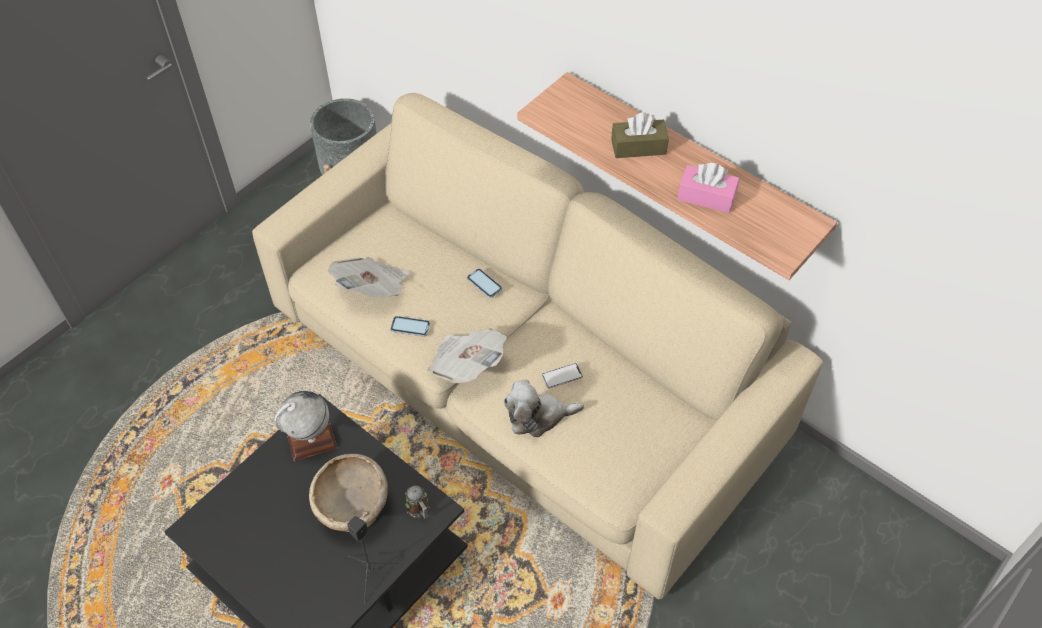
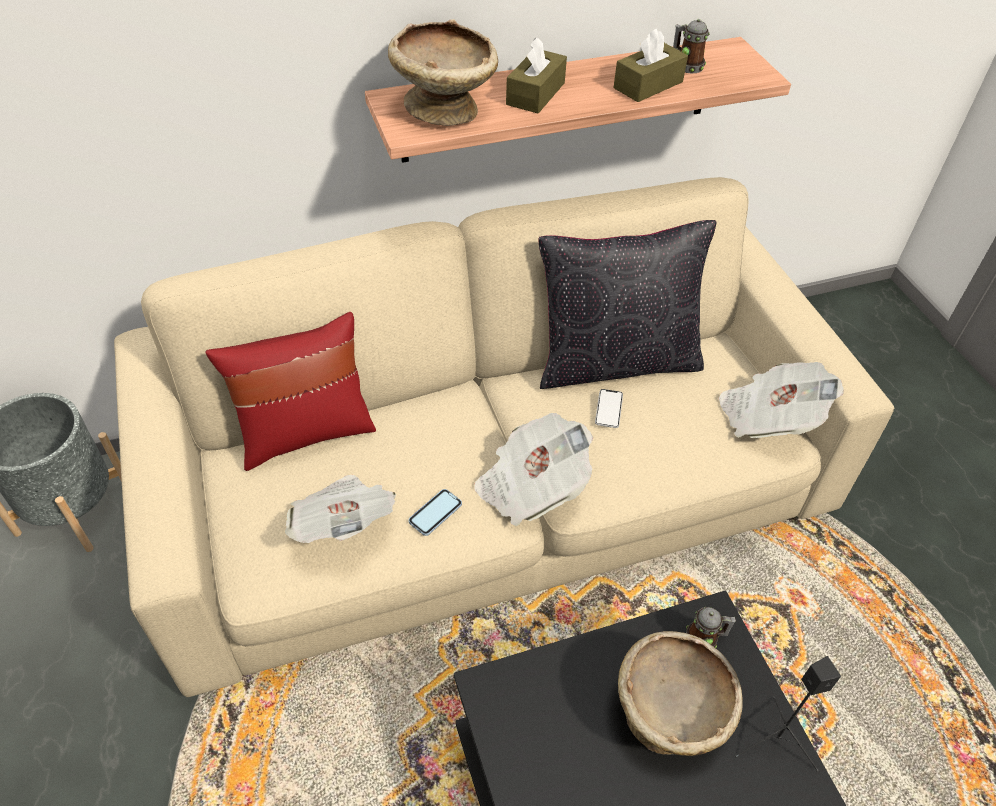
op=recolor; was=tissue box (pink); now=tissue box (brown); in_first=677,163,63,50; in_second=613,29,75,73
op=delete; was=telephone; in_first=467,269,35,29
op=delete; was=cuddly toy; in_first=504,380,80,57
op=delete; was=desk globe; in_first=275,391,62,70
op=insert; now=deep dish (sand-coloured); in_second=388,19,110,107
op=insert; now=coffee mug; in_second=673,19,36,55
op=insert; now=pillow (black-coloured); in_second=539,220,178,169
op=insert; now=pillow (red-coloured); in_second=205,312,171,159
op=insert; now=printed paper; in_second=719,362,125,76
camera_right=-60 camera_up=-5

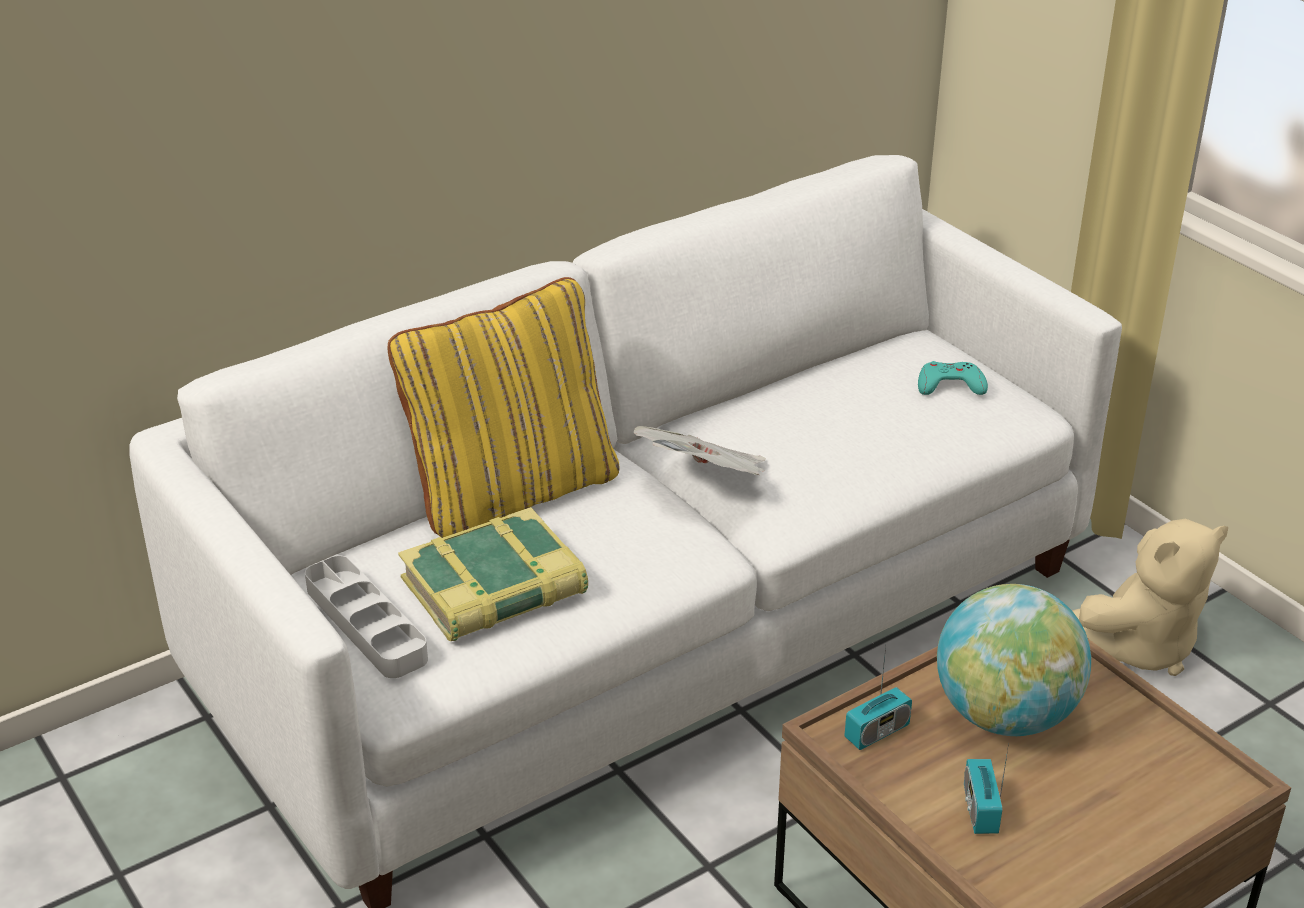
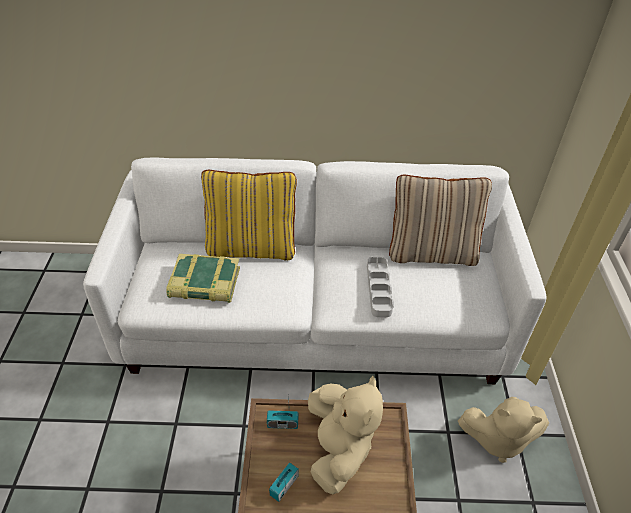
op=delete; was=joypad (turquoise-coloured); in_first=918,361,70,34
op=delete; was=printed paper; in_first=634,426,132,49
op=move; was=carrying tray (greyish); in_first=305,555,123,123; in_second=367,257,26,60
op=replace; was=desk globe; now=cuddly toy (sand-coloured); in_first=937,584,154,152; in_second=308,376,75,118
op=insert; now=pillow (sand-coloured); in_second=389,175,103,91
camera_right=35 camera_up=10

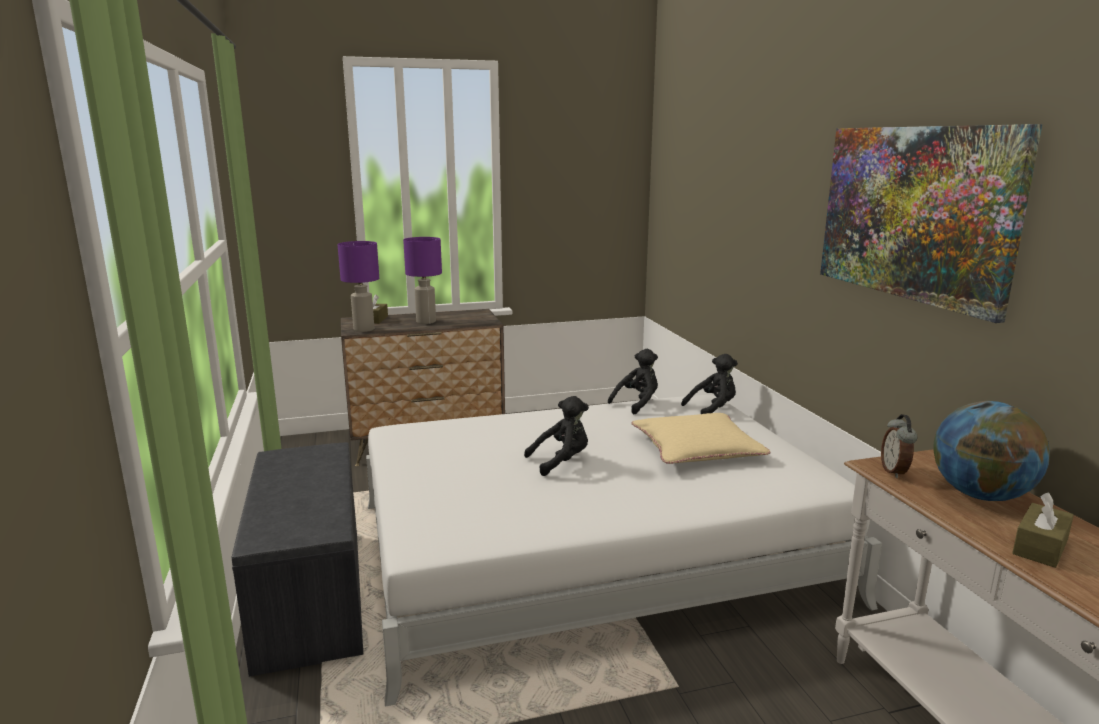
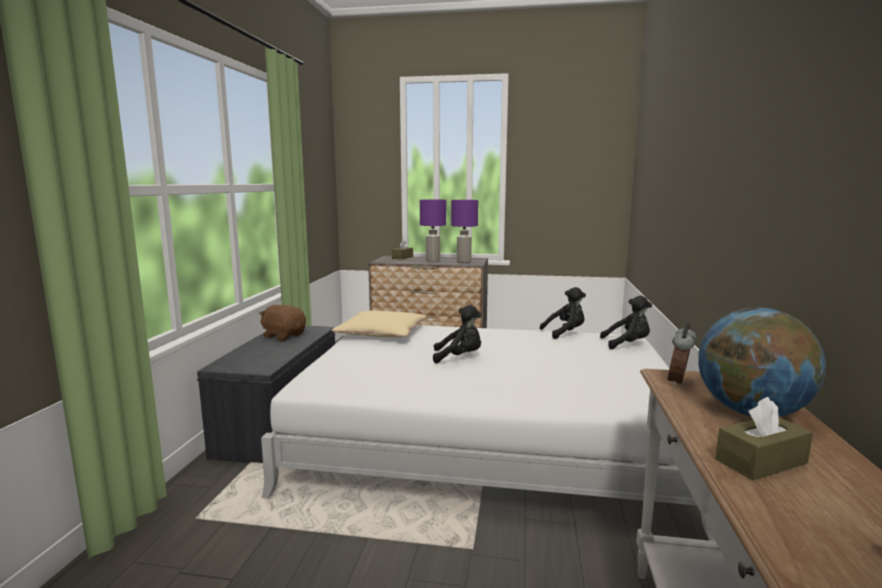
op=delete; was=wall art; in_first=820,124,222,199
op=move; was=table lamp (purple); in_first=338,241,41,91; in_second=451,200,27,63
op=move; was=pillow (sand-coloured); in_first=631,413,139,51; in_second=331,310,96,28
op=insert; now=cuddly toy (brown); in_second=259,305,47,36
camera_right=25 camera_up=-5

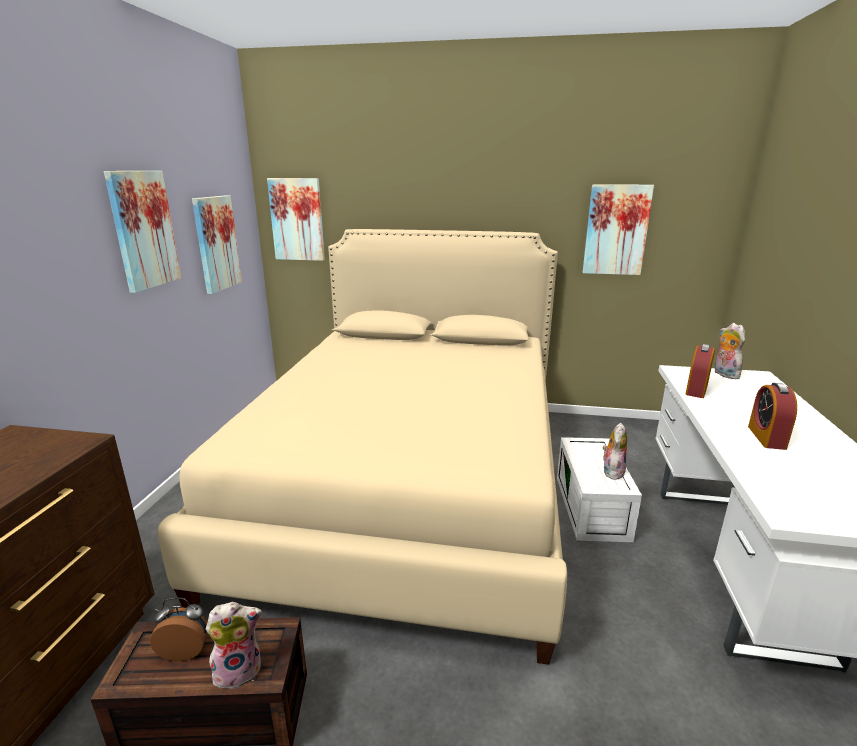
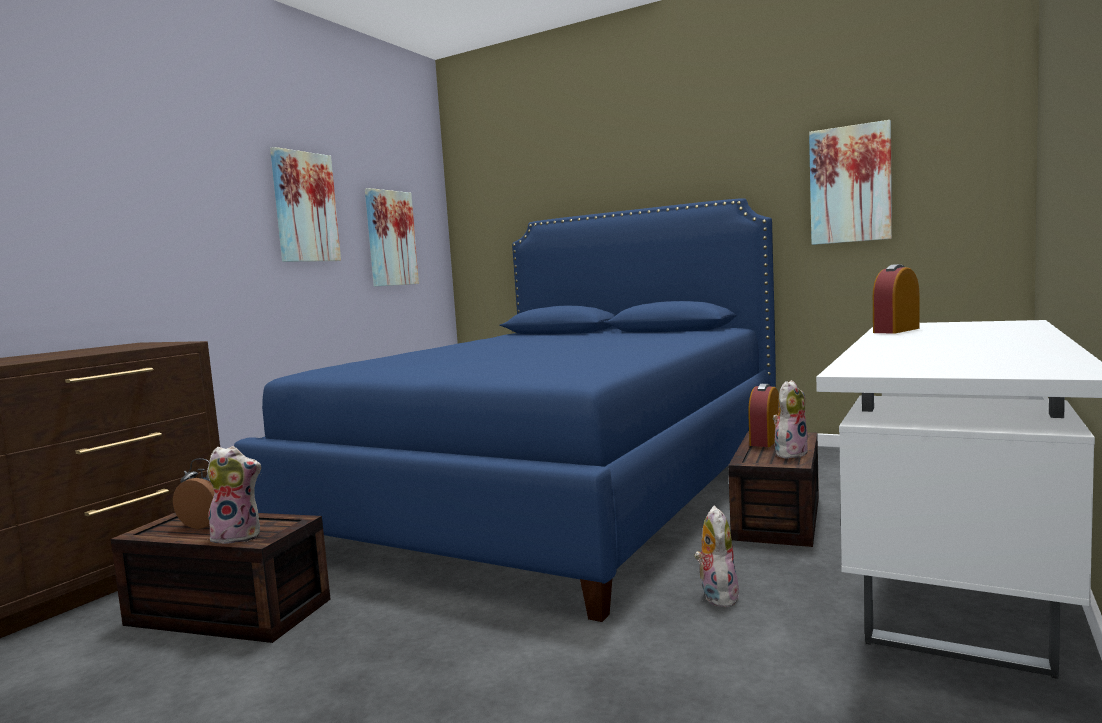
op=delete; was=wall art; in_first=267,178,58,83
op=recolor; was=bed (sand-coloured); now=bed (blue); in_first=158,229,409,436; in_second=234,198,542,424
op=move; was=cuddly toy; in_first=715,323,30,56; in_second=694,506,45,101
op=move; was=alarm clock; in_first=748,383,49,67; in_second=748,384,31,63
op=recolor; was=storage container (white); now=storage container (brown); in_first=557,437,85,105; in_second=728,431,91,116
camera_right=20 camera_up=-15

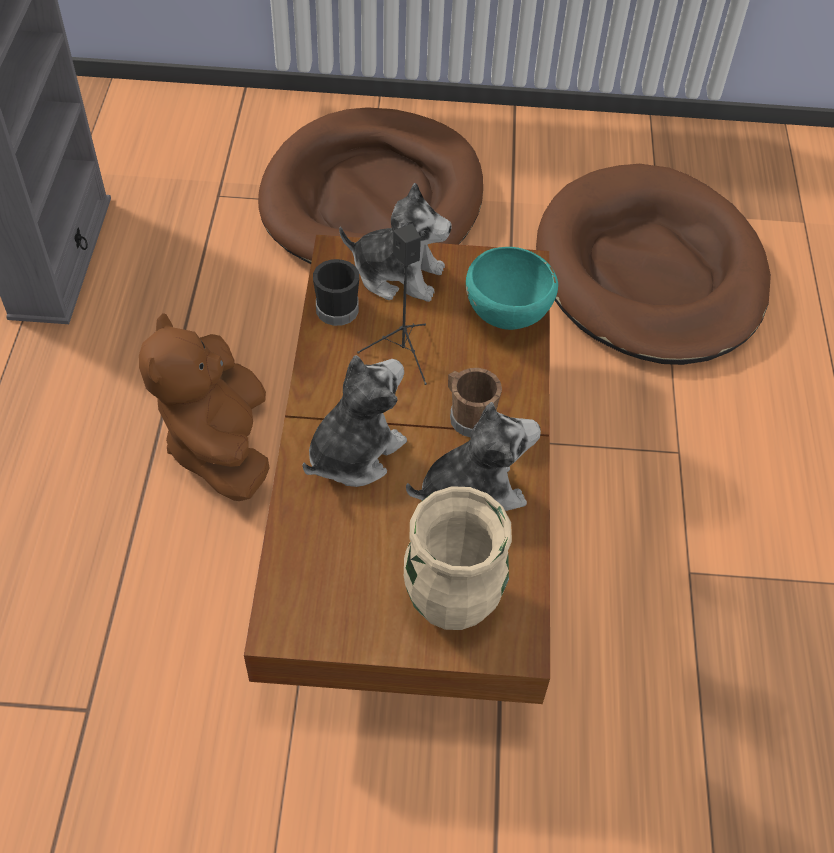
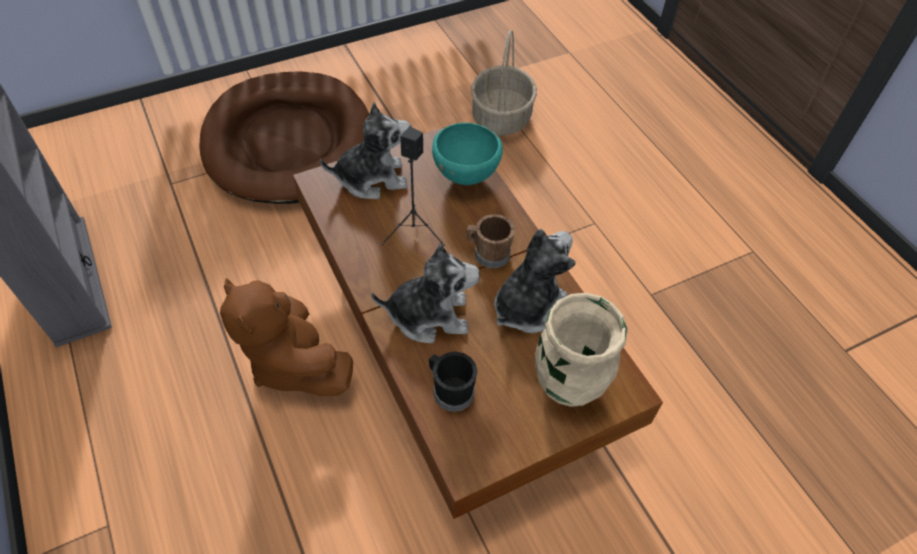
op=replace; was=dog bed (brown); now=basket; in_first=536,164,235,201; in_second=471,30,66,106
op=move; was=coffee mug (black-coloured); in_first=313,259,46,67; in_second=429,352,49,60
op=rotate; was=cuddly toy; in_first=303,355,104,132; in_second=371,243,109,100; clockwise=75
camera_right=-30 camera_up=0

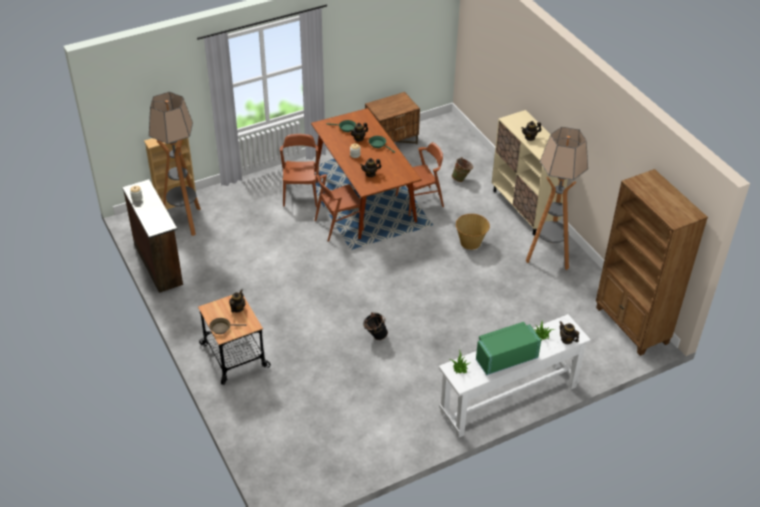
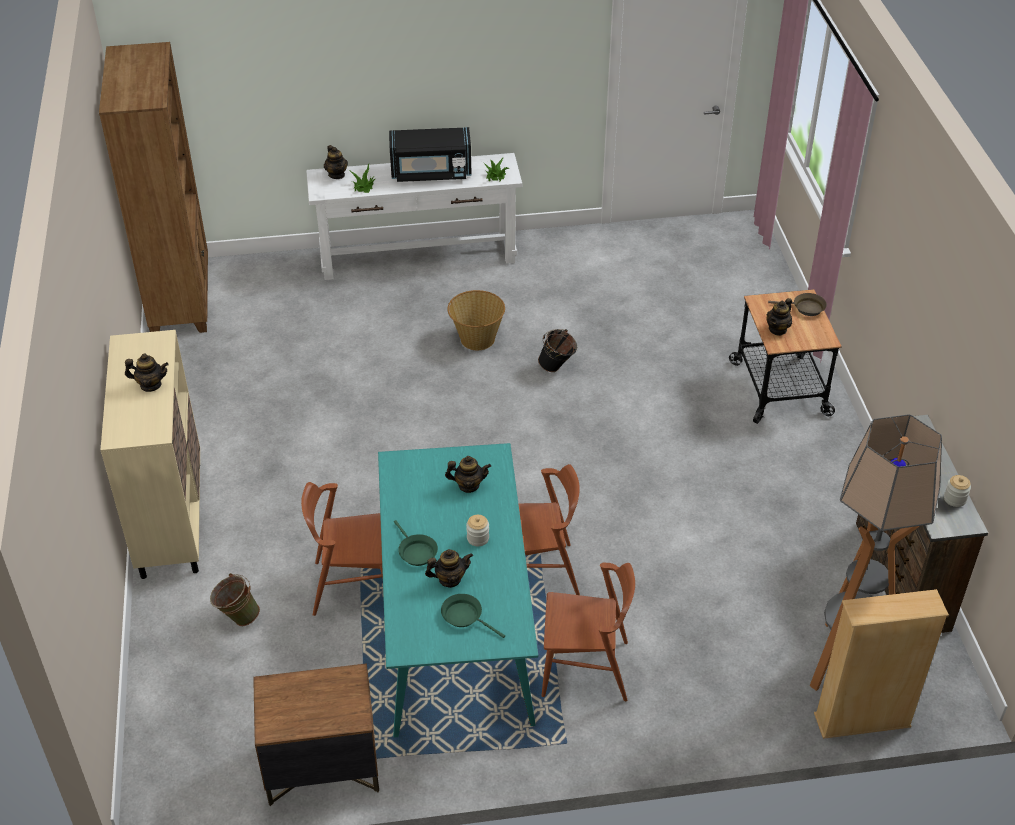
op=recolor; was=dinner table (brown); now=dinner table (turquoise-coloured); in_first=311,108,111,131; in_second=378,443,160,294
op=delete; was=standard lamp; in_first=526,127,62,143
op=rotate; was=plain chair (brown); in_first=280,134,39,73; in_second=542,563,93,138; clockwise=-105
op=move; was=basket; in_first=456,214,34,36; in_second=447,290,58,60
op=recolor; was=microwave oven (green); now=microwave oven (black-coloured); in_first=476,322,65,53; in_second=389,127,83,55
camera_right=-160 camera_up=0

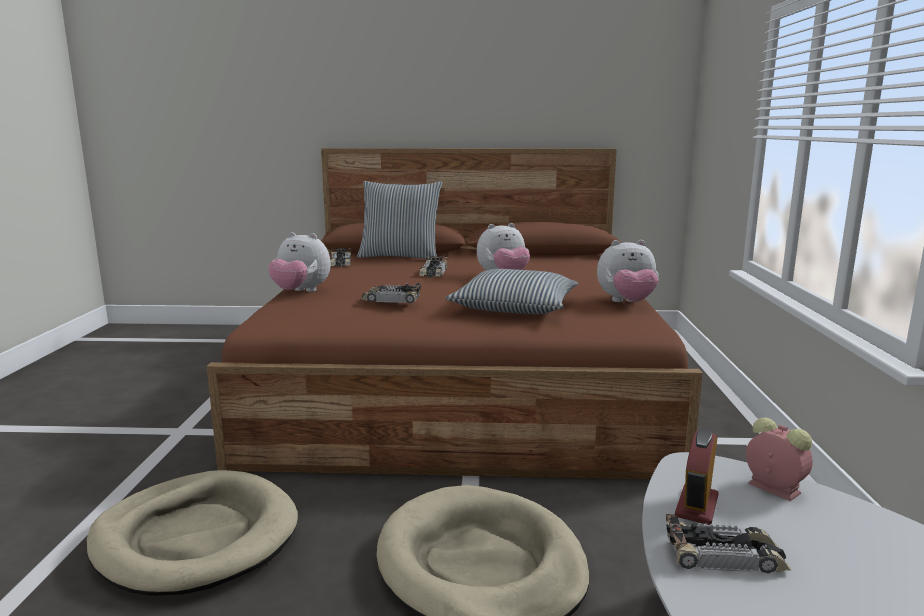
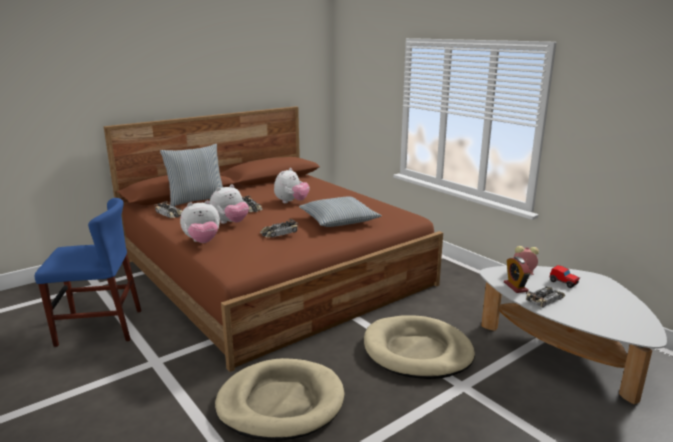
op=move; was=cuddly toy; in_first=597,240,62,62; in_second=210,184,39,40
op=insert; now=plain chair (blue); in_second=35,198,106,149
op=insert; now=toy car; in_second=550,265,30,23
camera_right=-40 camera_up=5

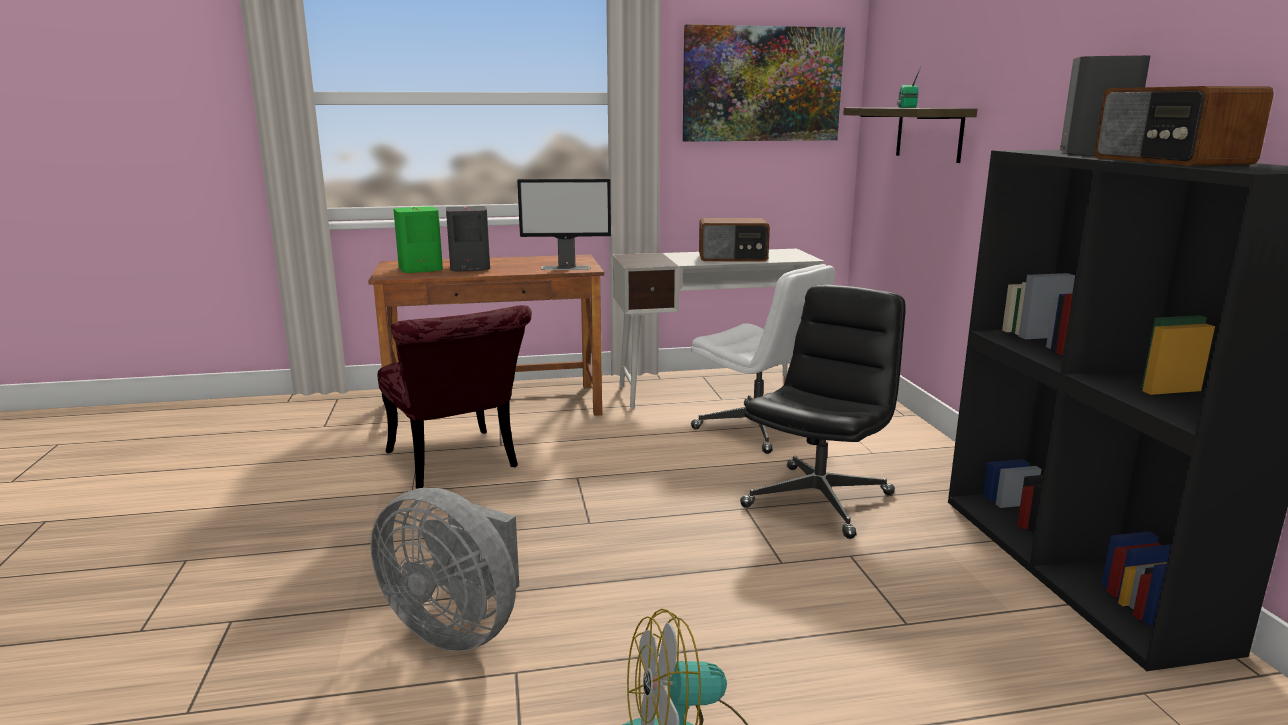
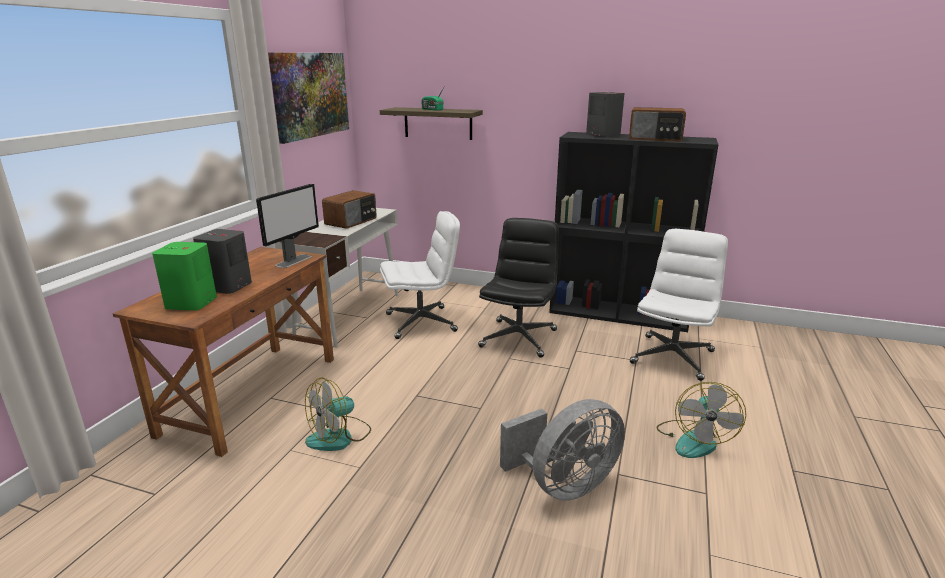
op=rotate; was=office chair (black-coloured); in_first=740,284,166,255; in_second=478,218,81,140; clockwise=45
op=replace; was=plain chair (red-coloured); now=cooling fan; in_first=377,305,155,184; in_second=305,377,66,74
op=insert; now=office chair (white); in_second=630,229,98,152
camera_right=-60 camera_up=5

